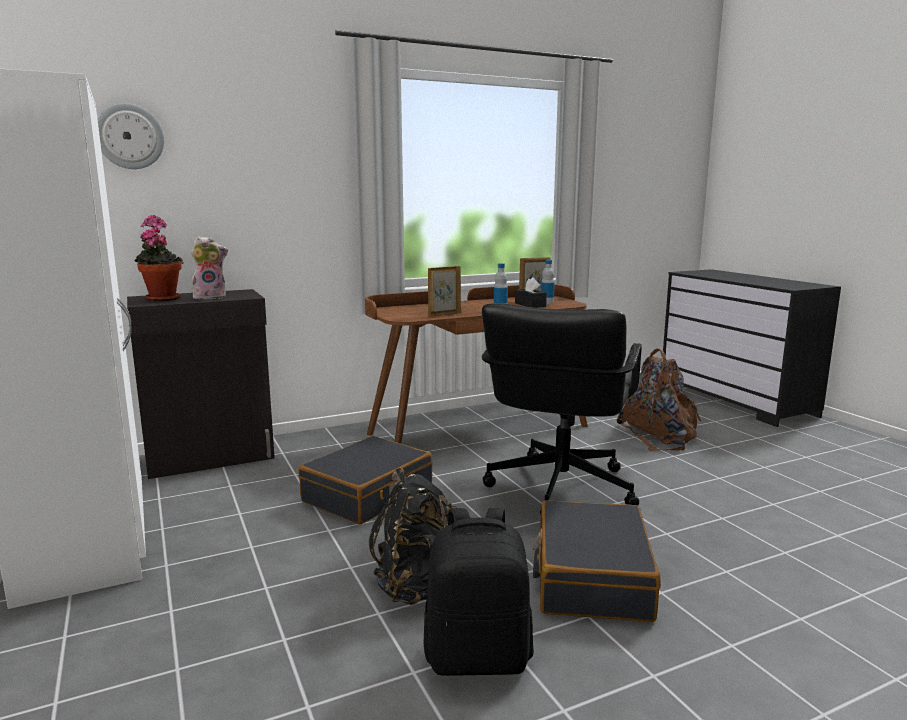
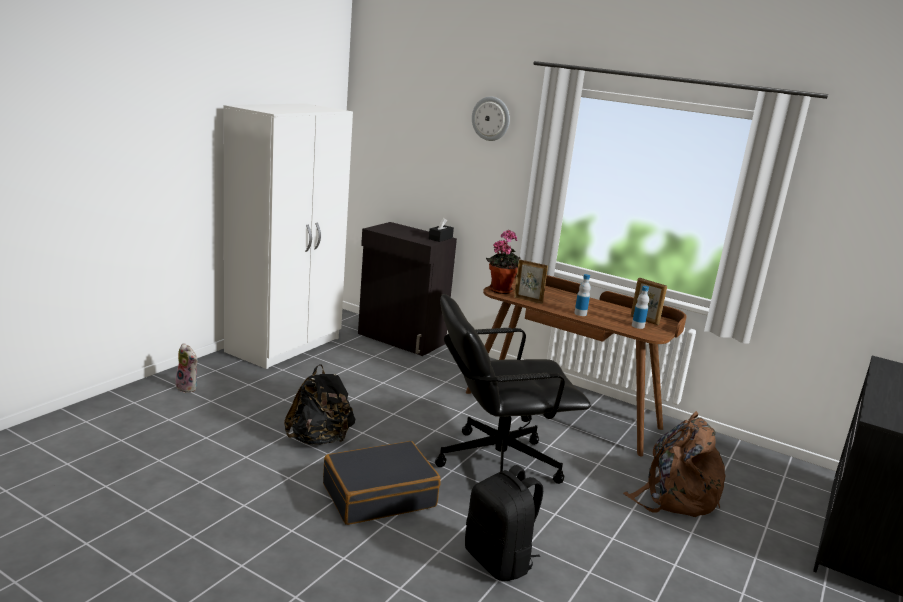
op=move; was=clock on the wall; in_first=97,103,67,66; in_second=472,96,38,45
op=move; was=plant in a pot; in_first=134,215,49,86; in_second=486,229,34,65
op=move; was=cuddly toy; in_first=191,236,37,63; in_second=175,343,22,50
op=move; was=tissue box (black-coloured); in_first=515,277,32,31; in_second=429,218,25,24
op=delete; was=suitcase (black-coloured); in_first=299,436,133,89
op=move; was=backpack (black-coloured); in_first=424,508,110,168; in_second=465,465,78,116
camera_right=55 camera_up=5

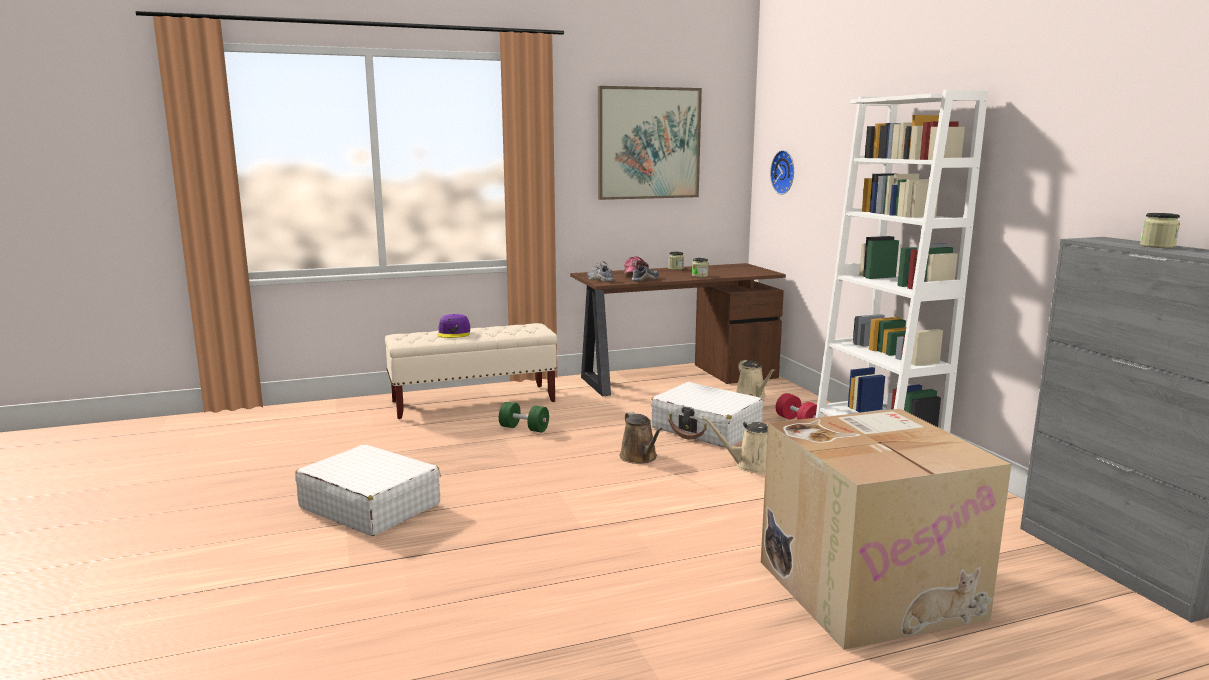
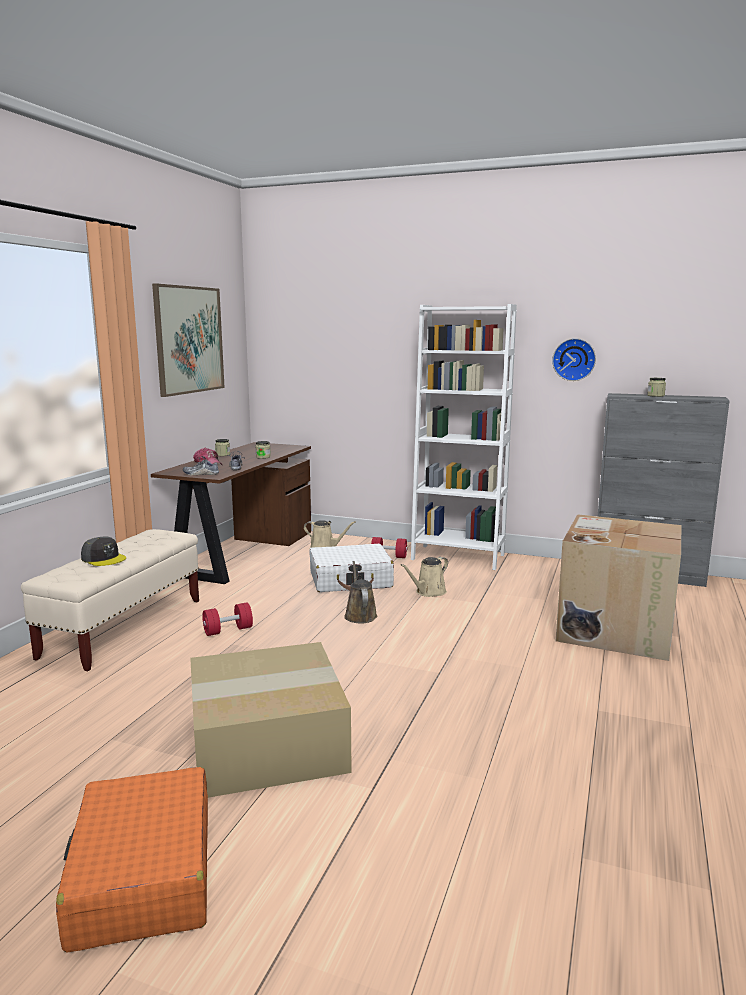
op=move; was=clock on the wall; in_first=770,150,24,45; in_second=552,338,44,43
op=recolor; was=peaked cap (purple); now=peaked cap (greyish); in_first=438,314,32,24; in_second=81,537,45,29
op=recolor; was=dumbbell (green); now=dumbbell (red-coloured); in_first=499,402,50,30; in_second=202,602,51,34
op=rotate; was=watering can (brown); in_first=620,412,42,52; in_second=344,561,33,63; clockwise=-120
op=replace; was=suitcase (white); now=packing box; in_first=295,444,145,92; in_second=190,642,162,156
op=insert; now=suitcase (orange); in_second=56,767,152,185
camera_right=-50 camera_up=0

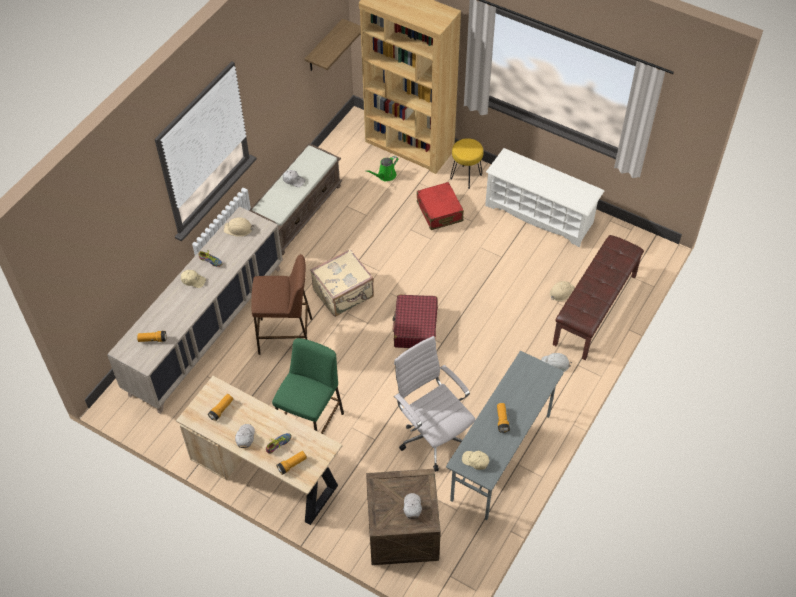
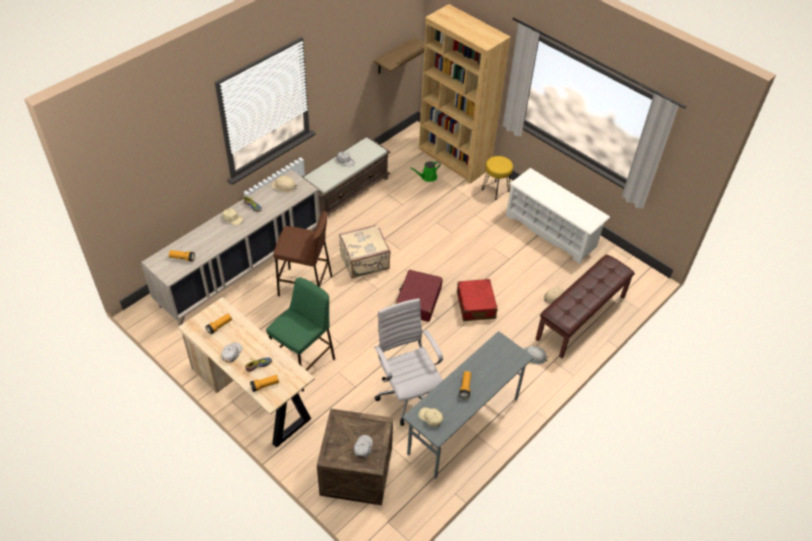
op=move; was=suitcase (red-coloured); in_first=417,182,47,48; in_second=457,279,41,42
camera_right=10 camera_up=-5

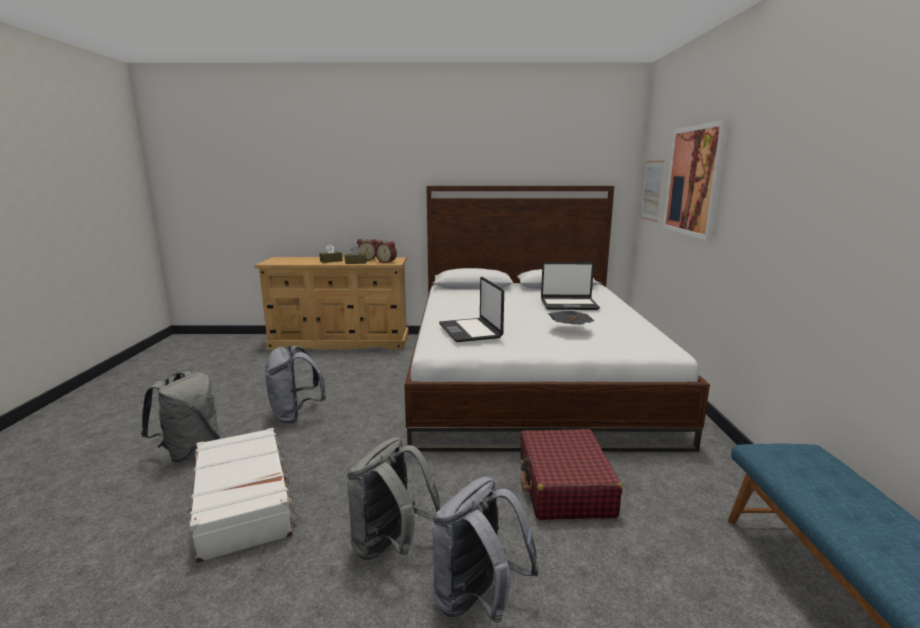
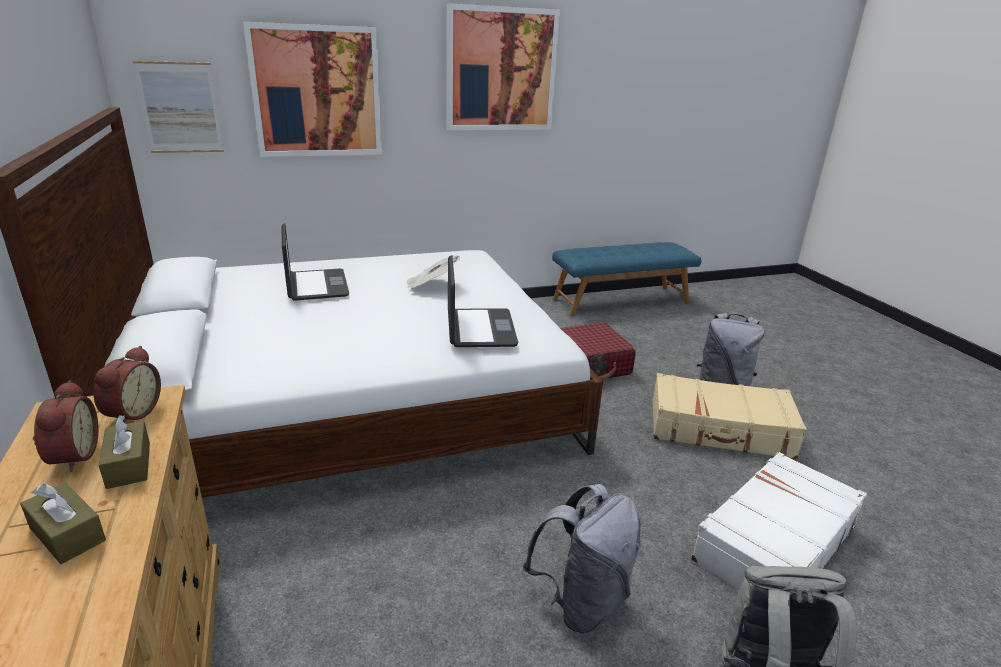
op=rotate; was=laptop; in_first=439,277,65,65; in_second=448,255,70,92; clockwise=-60
op=replace; was=backpack (greyish); now=suitcase (sand-coloured); in_first=347,437,94,123; in_second=652,373,155,87
op=insert; now=wall art; in_second=447,3,113,127
camera_right=-110 camera_up=10

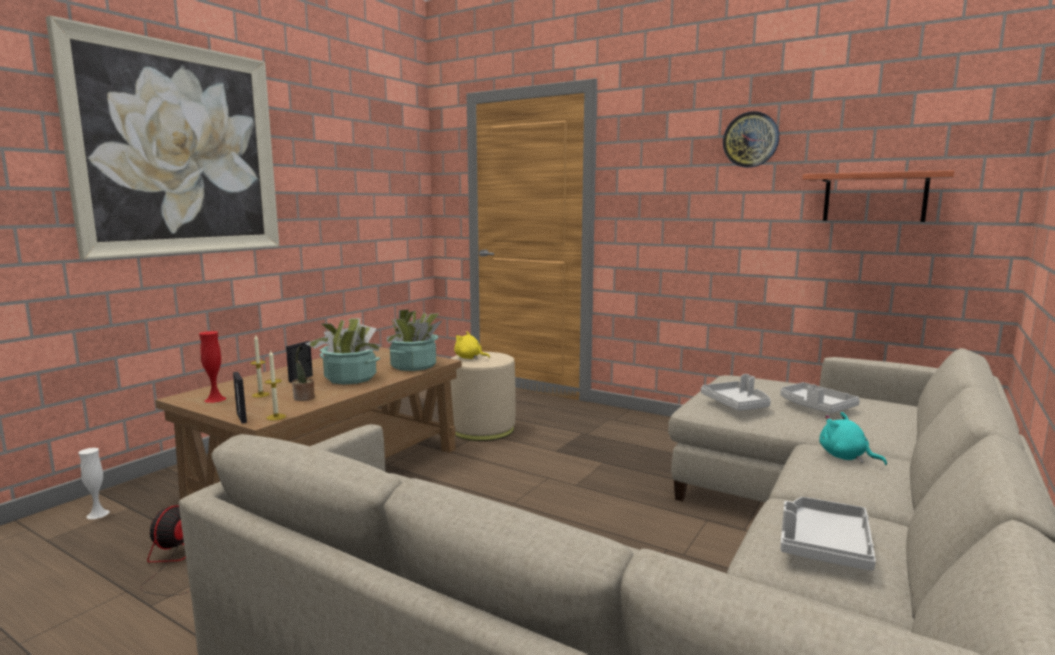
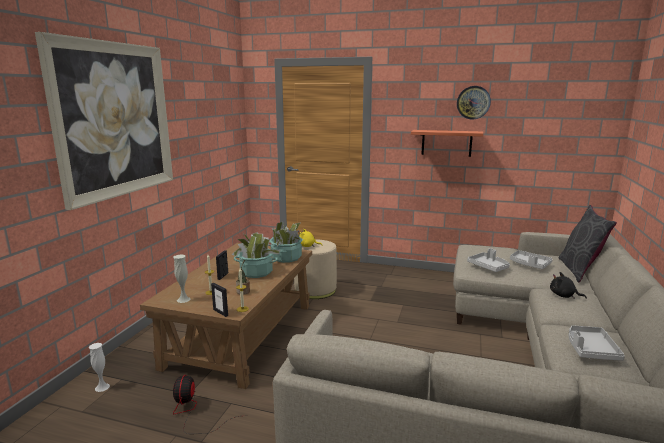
op=move; was=bracket shelf; in_first=802,170,153,52; in_second=411,130,72,27
op=recolor; was=decorative vase (red-coloured); now=decorative vase (white); in_first=199,331,27,72; in_second=173,254,18,49
op=recolor; was=cuddly toy (turquoise-coloured); now=cuddly toy (black-coloured); in_first=819,412,68,53; in_second=550,272,37,27
op=insert; now=pillow (greyish); in_second=558,205,59,77
camera_right=-15 camera_up=5

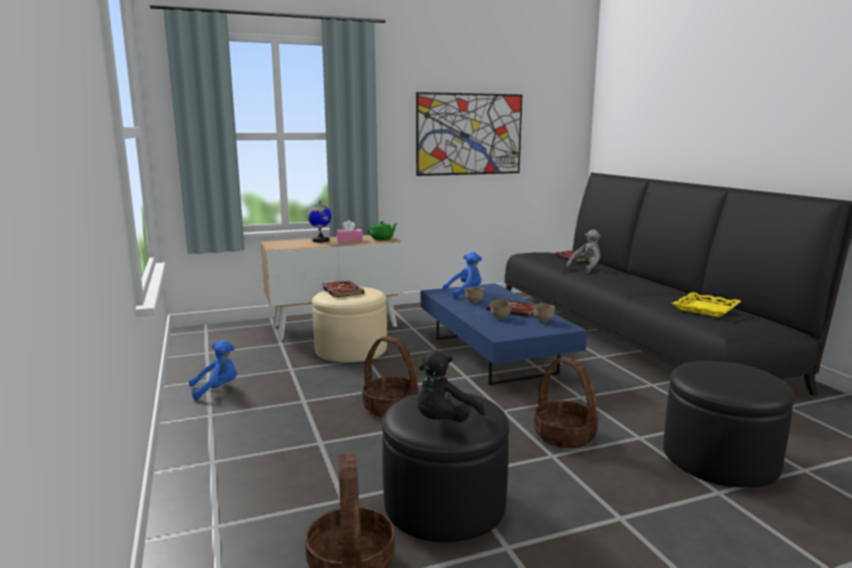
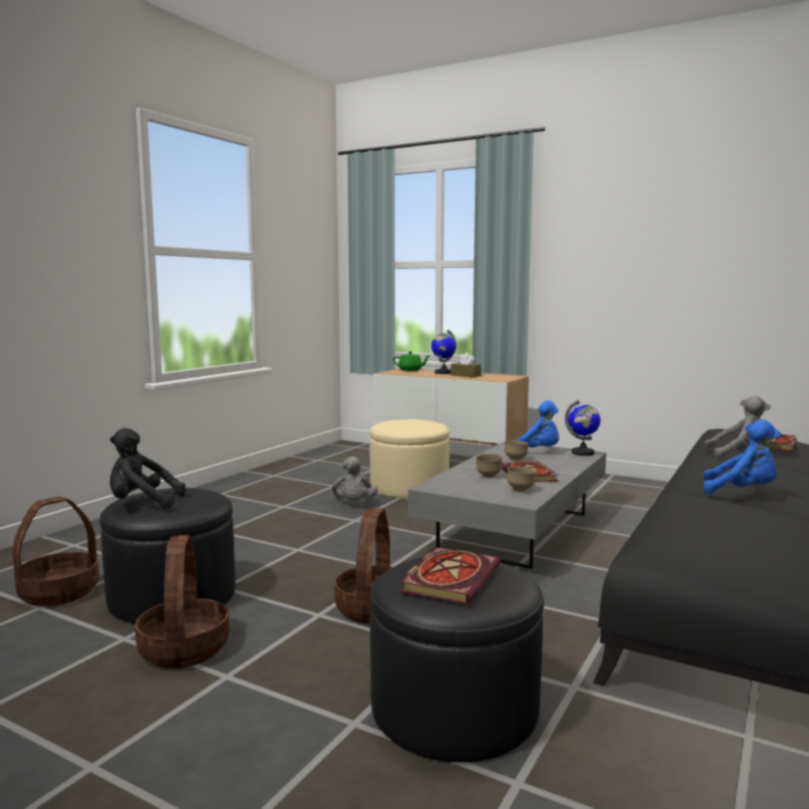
op=delete; was=wall art; in_first=416,92,106,84
op=recolor; was=tissue box (pink); now=tissue box (brown); in_first=336,220,27,23; in_second=451,353,30,25
op=move; was=teapot (green); in_first=367,221,31,19; in_second=393,351,37,20
op=move; was=bound book; in_first=322,281,42,17; in_second=400,547,101,57
op=recolor; was=lounge table (blue); now=lounge table (greyish); in_first=421,283,166,102; in_second=408,441,198,128
op=delete; was=carrying tray (yellow-coloured); in_first=672,292,69,26
op=move; was=basket; in_first=362,336,57,81; in_second=135,535,94,133
op=move; was=cuddly toy (blue); in_first=189,340,48,60; in_second=703,419,78,76
op=insert; now=desk globe; in_second=565,400,35,56
op=insert; now=cuddly toy (greyish); in_second=332,456,46,45
camera_right=50 camera_up=-5

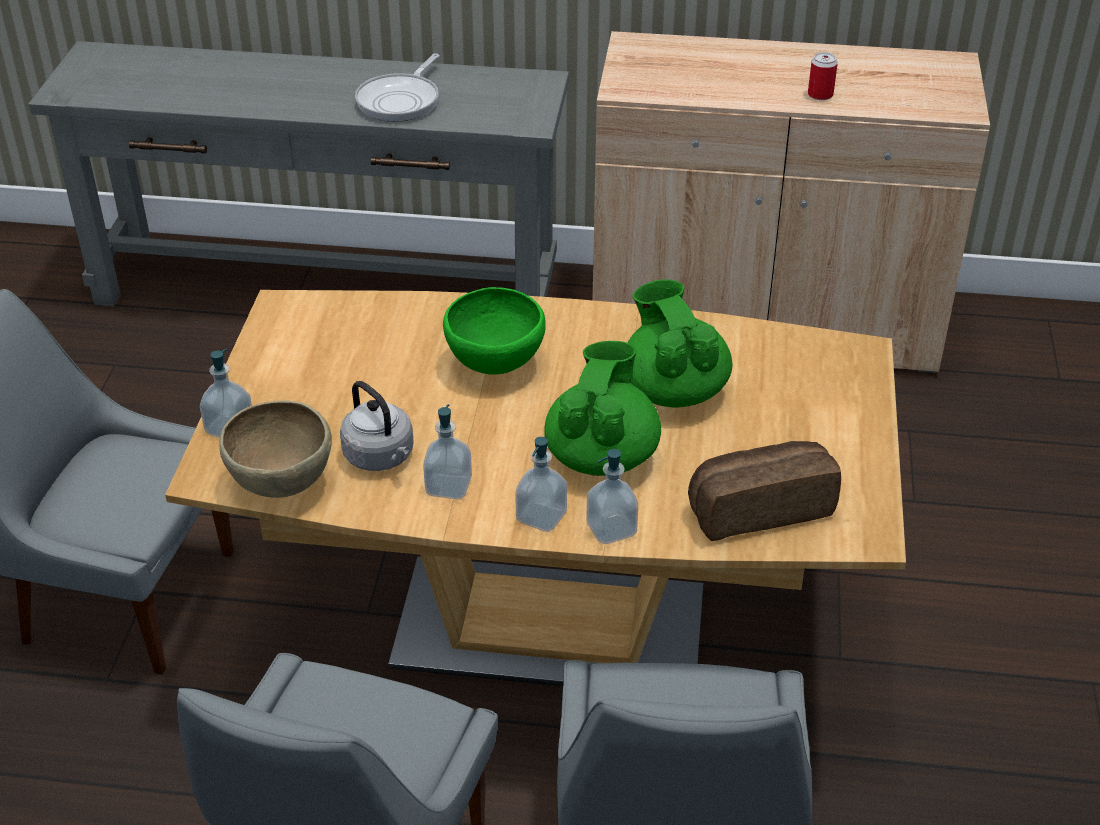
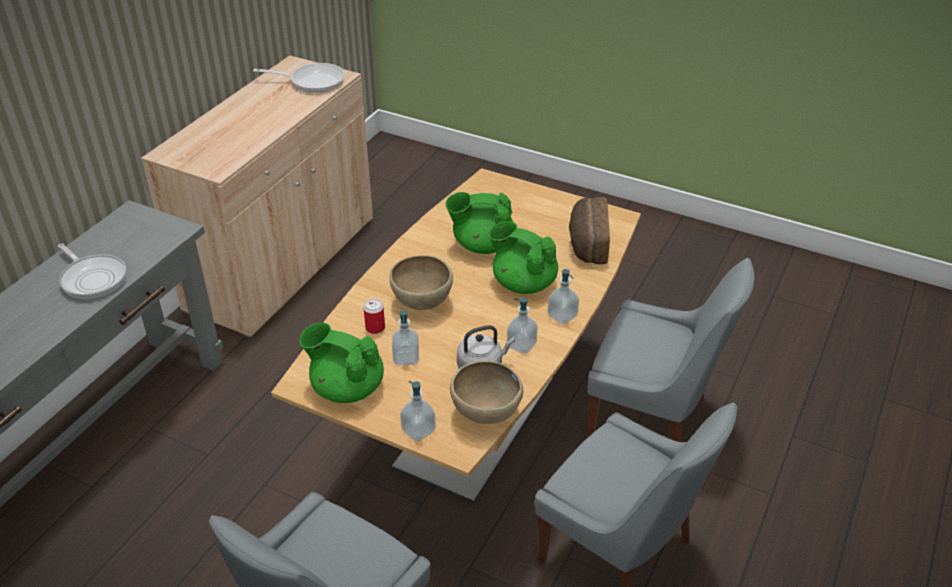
op=move; was=sealed can; in_first=808,52,30,48; in_second=364,299,21,35
op=recolor; was=deep dish (green); now=deep dish (brown); in_first=443,287,103,87; in_second=389,255,64,55
op=move; was=soap dispenser; in_first=586,449,52,95; in_second=392,310,27,55
op=insert; now=frying pan; in_second=253,63,92,29
op=insert; now=teapot (green); in_second=299,323,85,80
camera_right=-70 camera_up=0

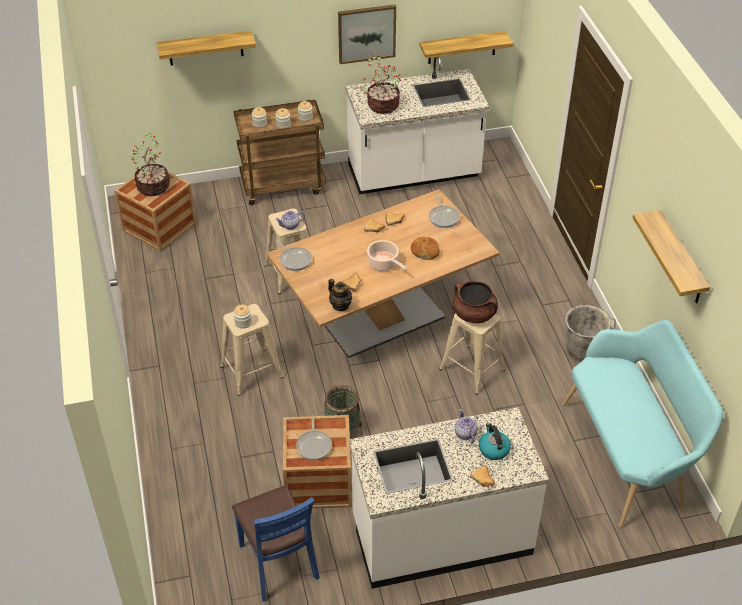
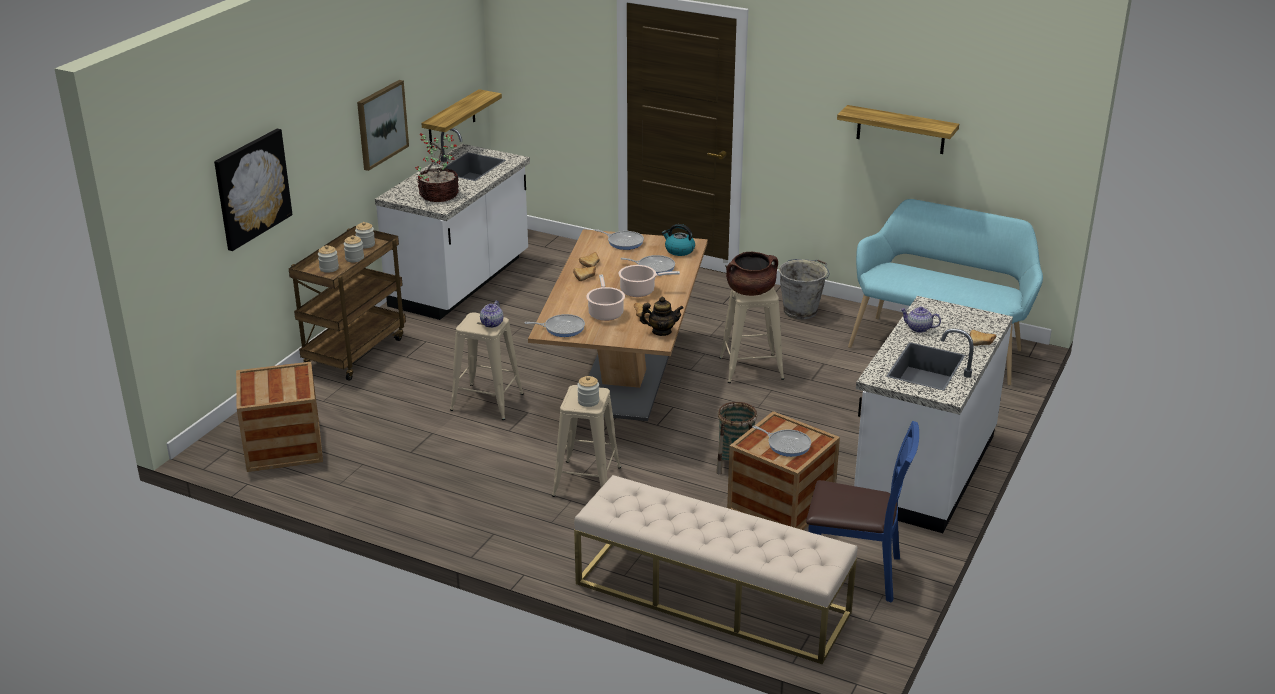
op=replace; was=bracket shelf; now=wall art; in_first=157,30,99,36; in_second=214,129,78,122
op=delete; was=plant in a pot; in_first=132,133,38,63
op=replace; was=bakery bread; now=frying pan; in_first=411,237,29,23; in_second=620,255,55,20
op=move; was=kettle; in_first=479,423,32,37; in_second=662,224,33,32
op=insert; now=cooking pot; in_second=586,275,39,46
op=insert; now=indoor bench (sand-coloured); in_second=574,475,284,189
camera_right=-50 camera_up=-15

